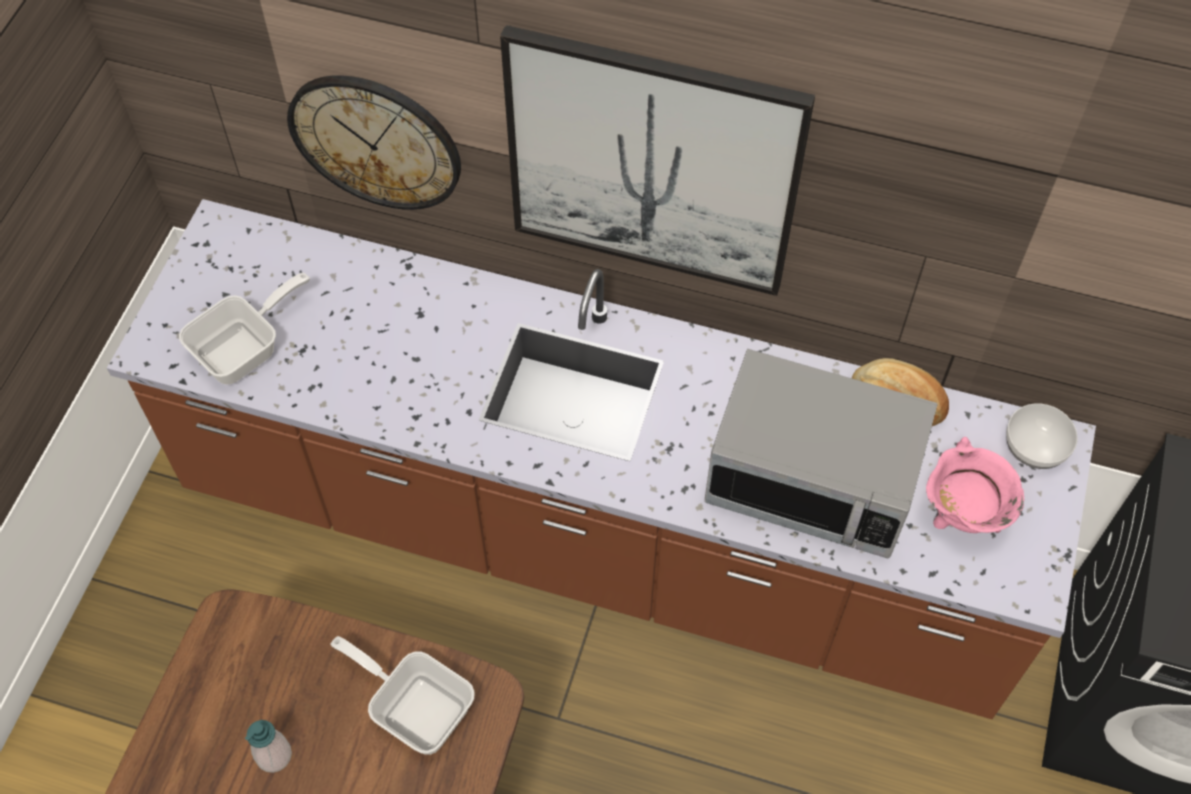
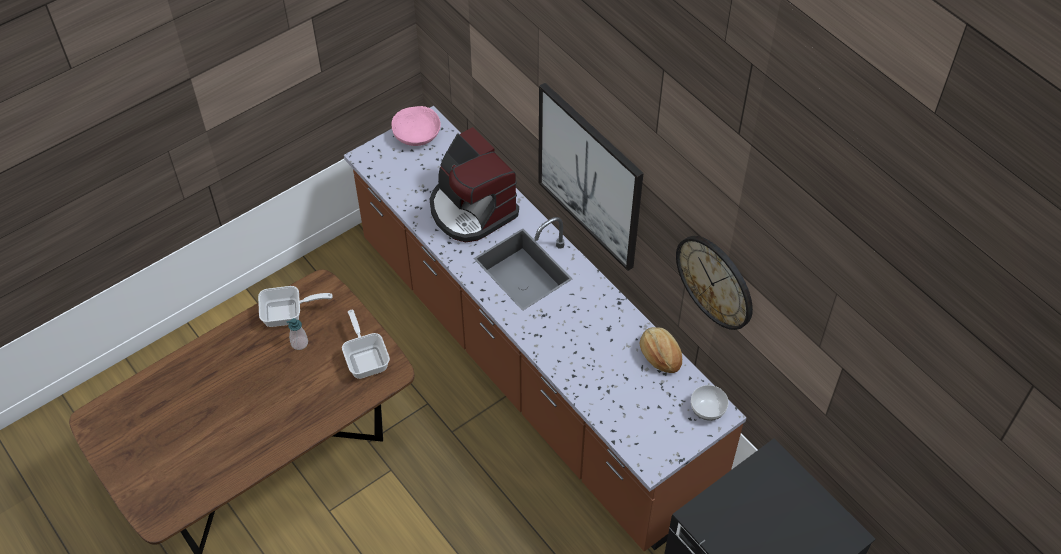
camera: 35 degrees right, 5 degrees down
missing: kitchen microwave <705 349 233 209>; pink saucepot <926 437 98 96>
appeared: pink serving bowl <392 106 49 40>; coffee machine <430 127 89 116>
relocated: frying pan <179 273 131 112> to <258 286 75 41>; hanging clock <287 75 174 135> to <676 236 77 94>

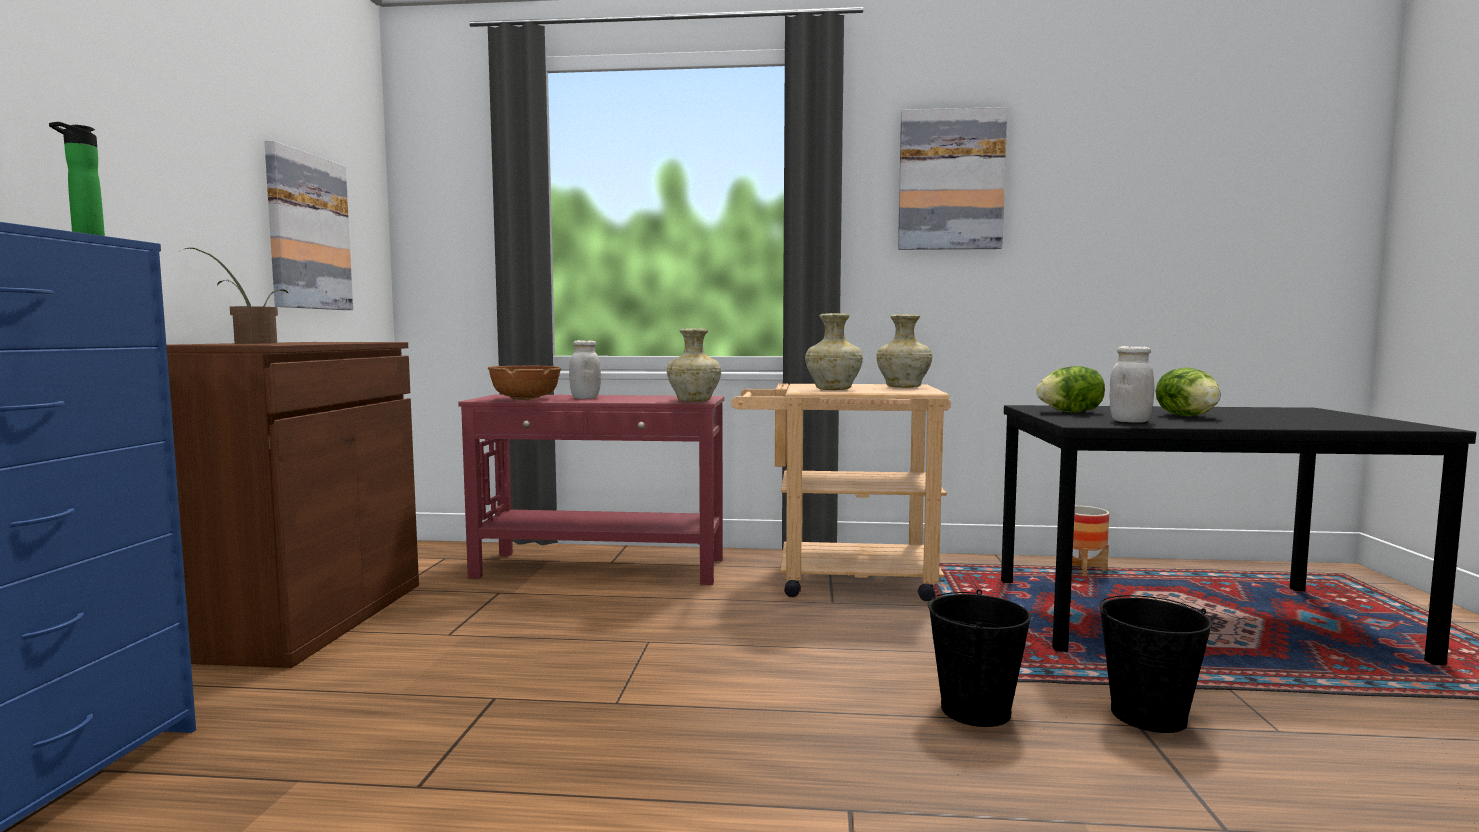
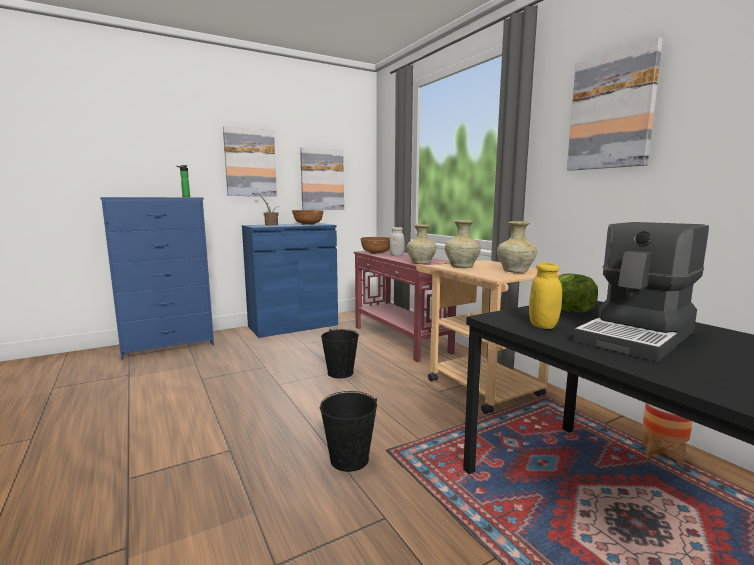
camera: 55 degrees right, 5 degrees up
appeared: picture <223 126 54 70>; brownish serving bowl <292 210 32 15>
relocated: blackish water bucket <1099 595 113 138> to <321 329 38 49>
exchanged: lettuce <1156 367 65 49> to coffee machine <573 222 136 140>
colour: brownish storage cabinet <166 342 253 326> to blue-coloured storage cabinet <242 223 96 115>; white jar <1109 346 45 77> to yellow jar <529 263 33 66>

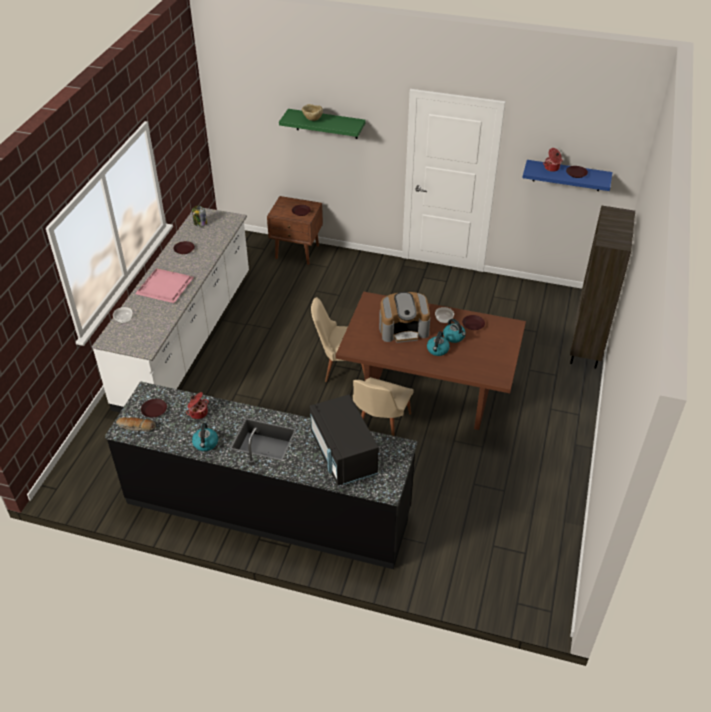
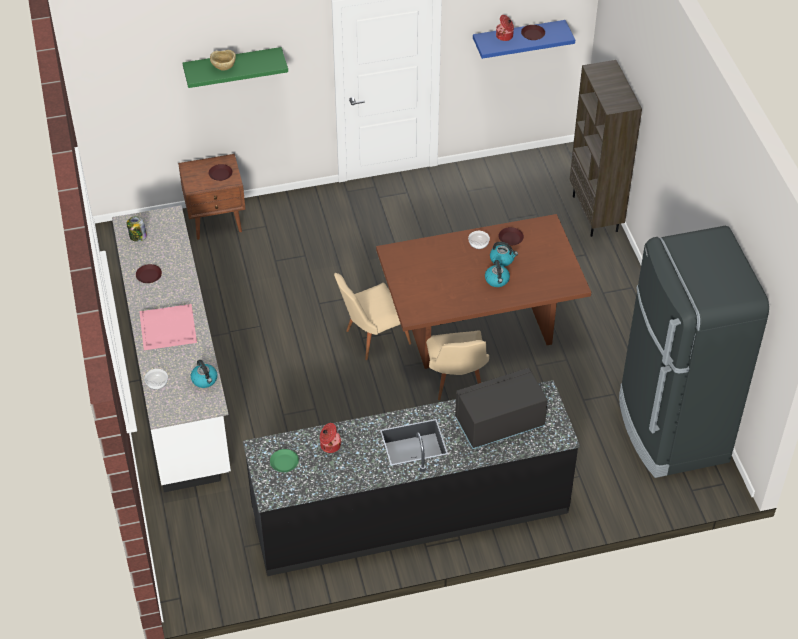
camera: 30 degrees left, 5 degrees up
missing: bread <116 417 40 14>; coffee machine <379 292 51 51>
appeared: blackish kitchen fridge <619 226 150 252>
relocated: tea kettle <192 423 26 28> to <191 360 27 28>
colour: brownish dinner plate <141 399 26 19> to green-coloured dinner plate <270 449 29 23>
spun: blackish kitchen microwave <310 394 68 91> = <455 368 93 81> 120 degrees clockwise

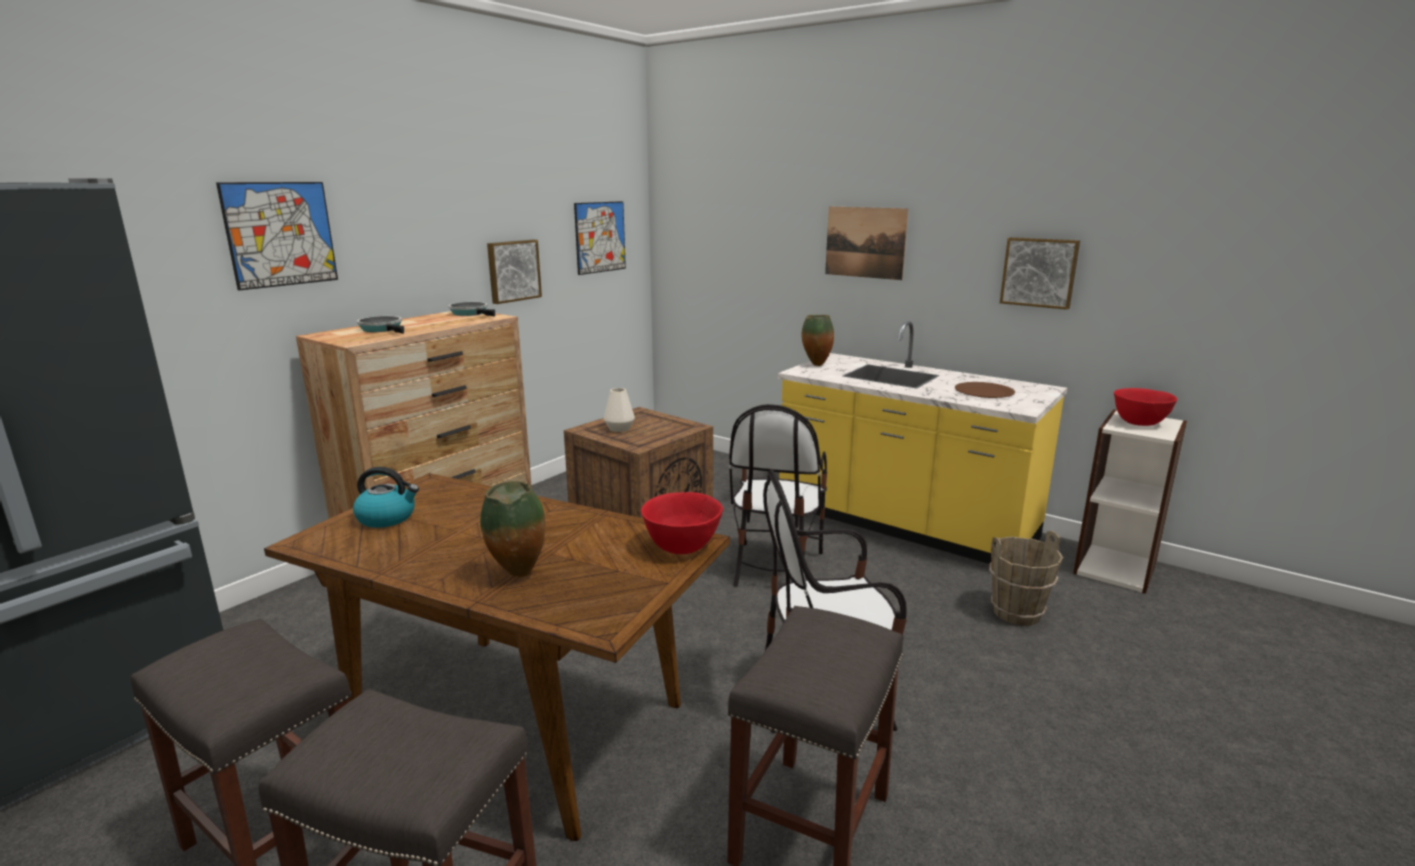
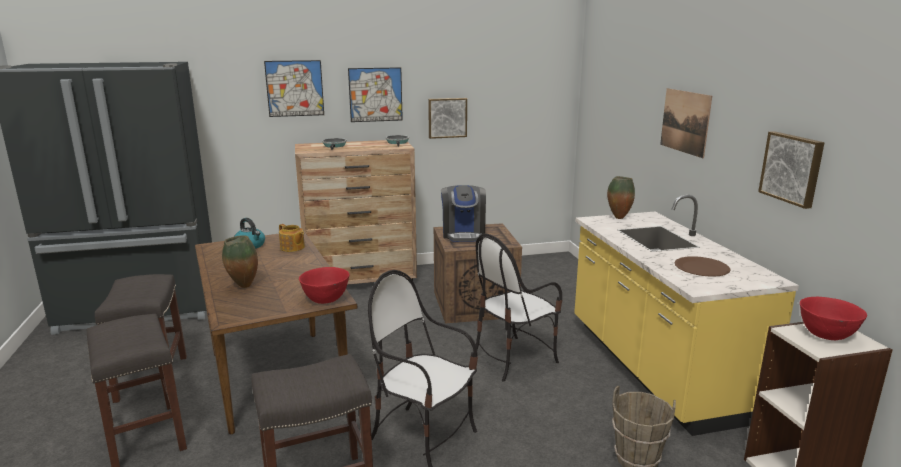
camera: 40 degrees right, 0 degrees up
appeared: tea pot <279 224 26 28>
relocated: picture <574 201 52 74> to <348 67 55 55>
exchanged: white flower vase <604 388 31 44> to coffee machine <441 185 45 57>

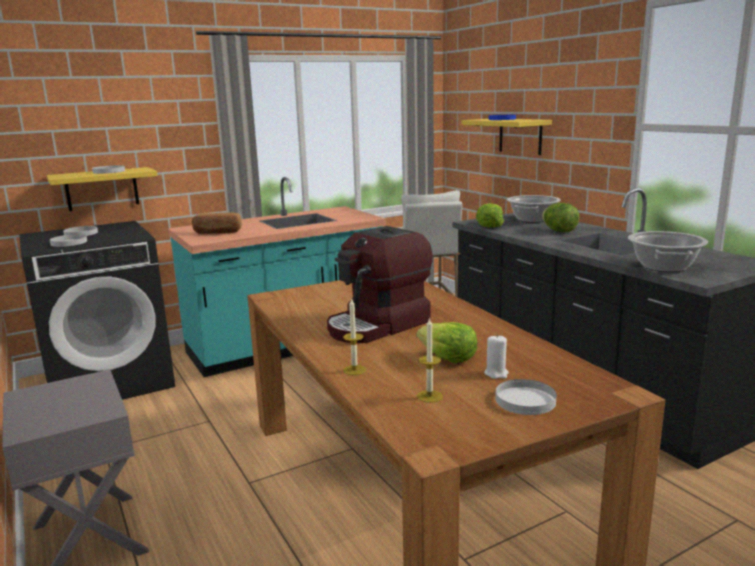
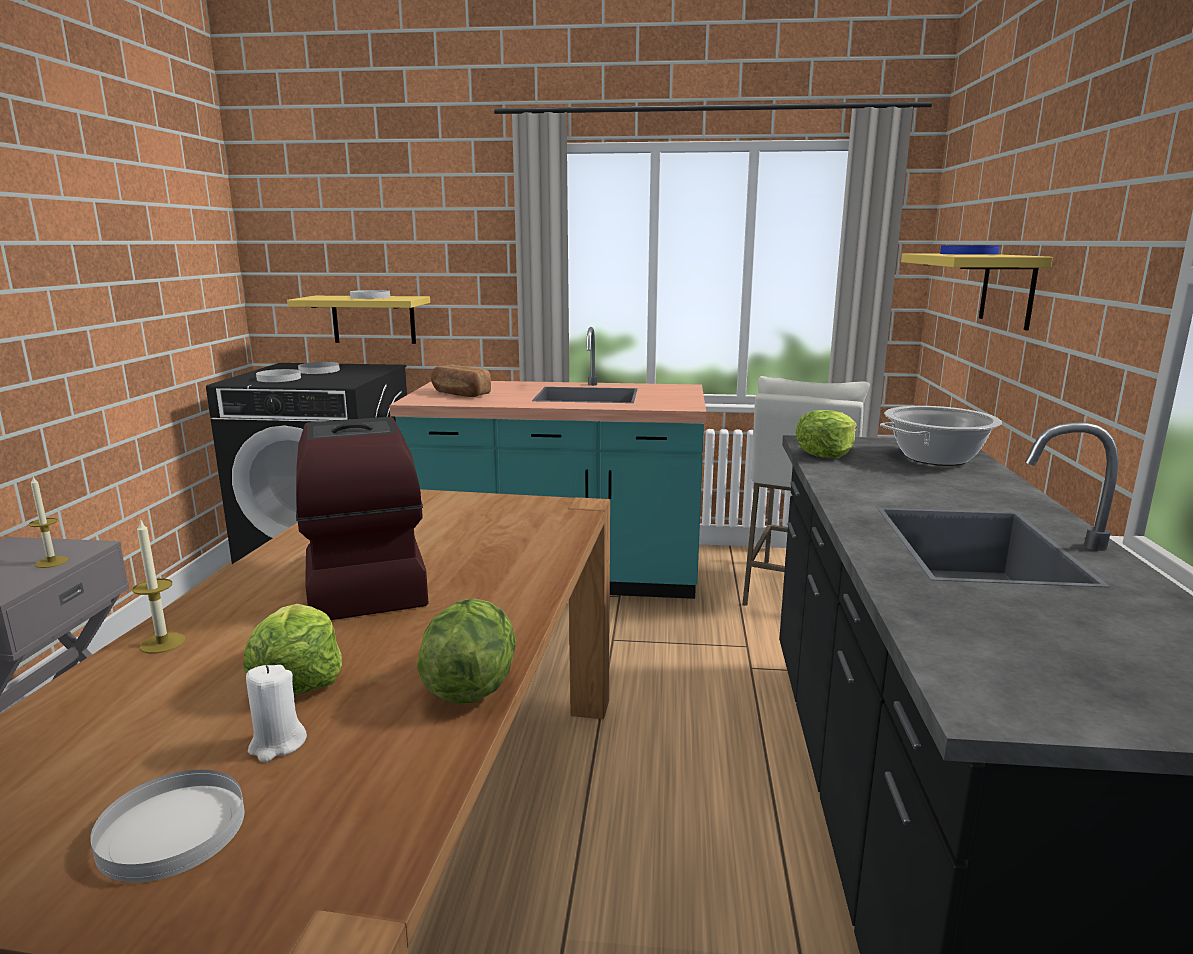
camera: 35 degrees right, 0 degrees up
missing: saucepot <628 231 80 41>
relocated: wax light <417 317 26 86> to <28 477 41 91>; lettuce <542 203 37 29> to <417 598 99 106>
spun: coffee machine <327 226 106 117> = <296 417 133 203> 75 degrees clockwise

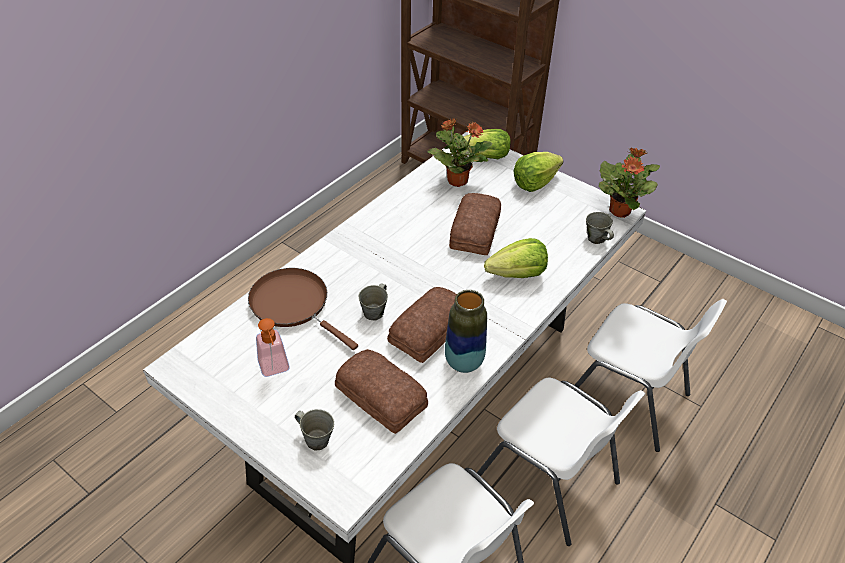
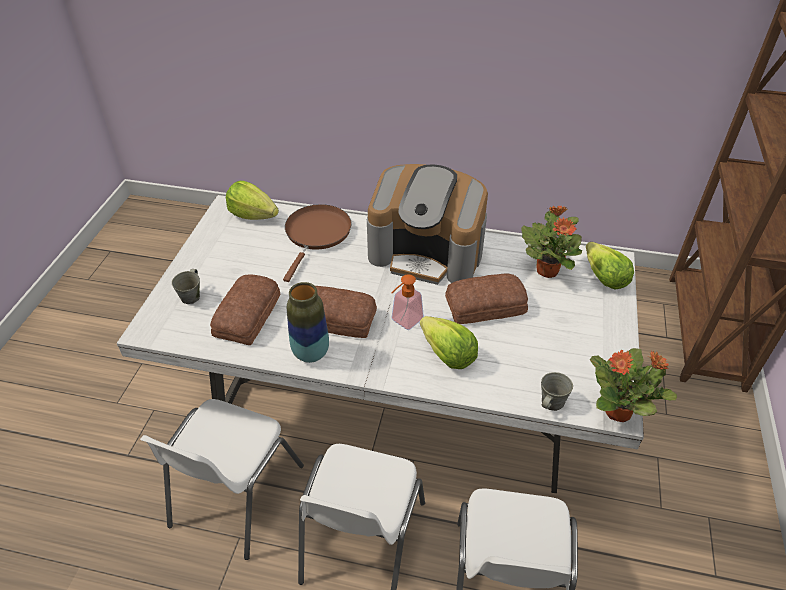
camera: 65 degrees right, 0 degrees up
missing: greyish coffee mug <359 283 29 38>
appeared: coffee machine <367 164 121 121>
relocated: soap bottle <256 318 34 59> to <391 274 33 56>; lettuce <514 152 49 40> to <226 181 53 39>

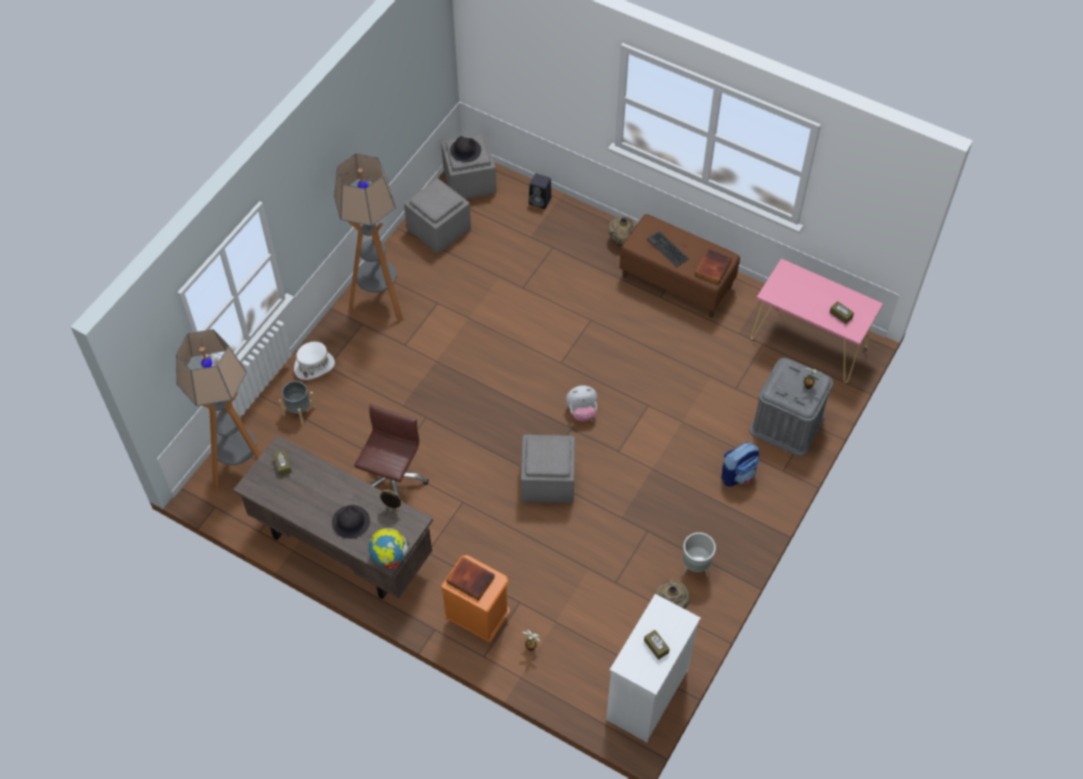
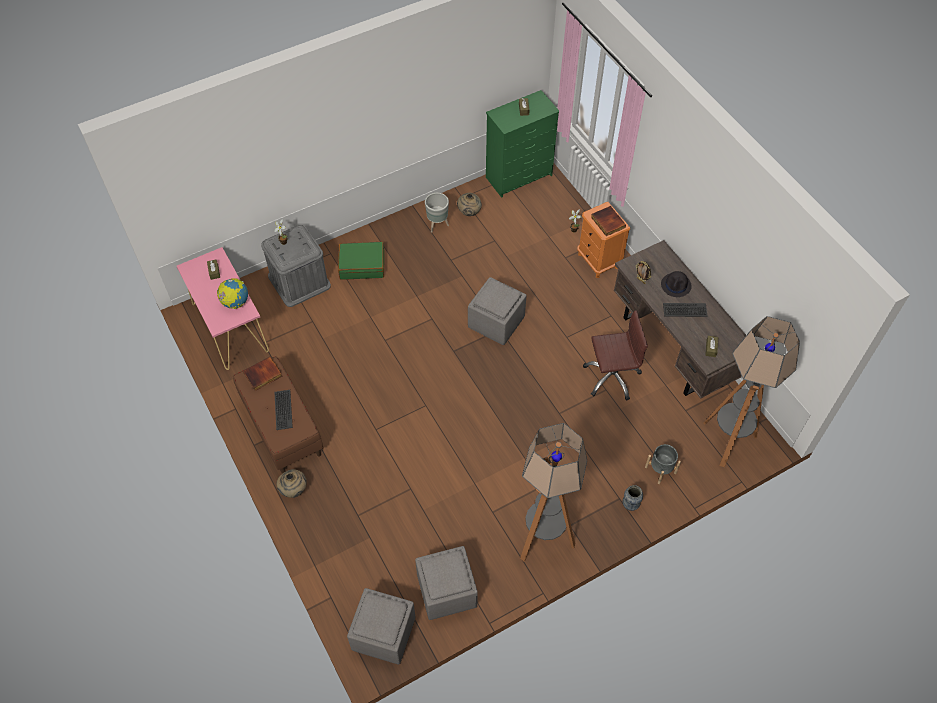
camera: 150 degrees left, 0 degrees up
missing: blackish wearable hat <450 136 31 26>; blackish loudspeaker <529 173 22 36>; plush toy <566 385 31 36>
appeared: computer keyboard <663 303 45 14>
relocated: globe <369 528 40 40> to <217 278 31 31>
exchanged: white wearable hat <294 342 41 38> to flower vase <623 485 20 26>; knapsack <721 442 38 45> to green-coloured travel case <338 242 46 38>
colour: white chest of drawers <606 594 95 148> to green-coloured chest of drawers <486 90 73 108>
spun: brownish computer chair <354 404 74 93> = <583 310 65 91> 150 degrees counterclockwise

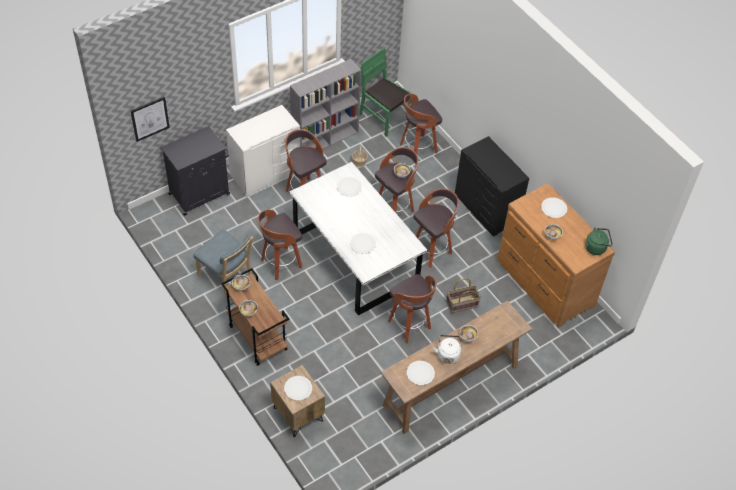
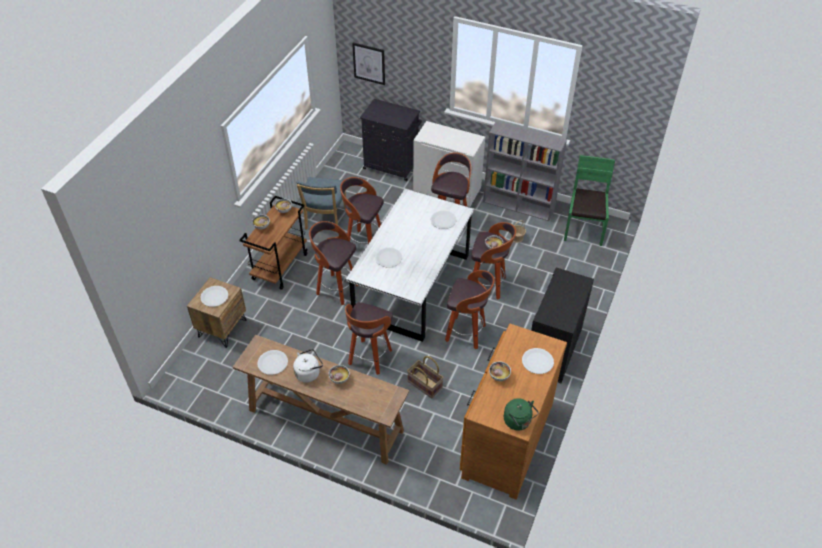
camera: 60 degrees right, 5 degrees down
relocated: stool seat <400 94 42 68> to <309 221 50 84>

